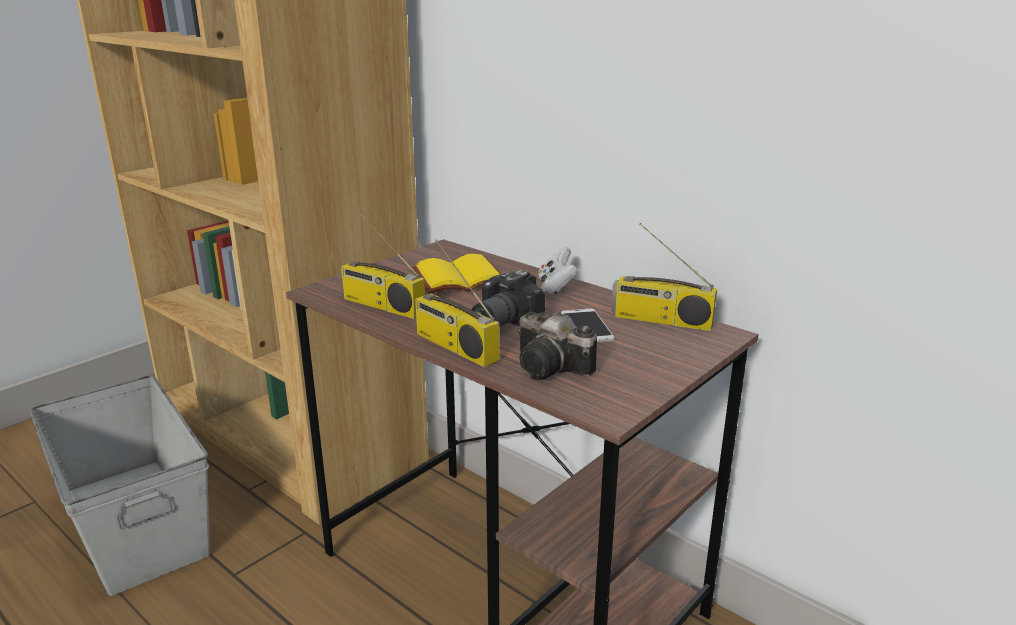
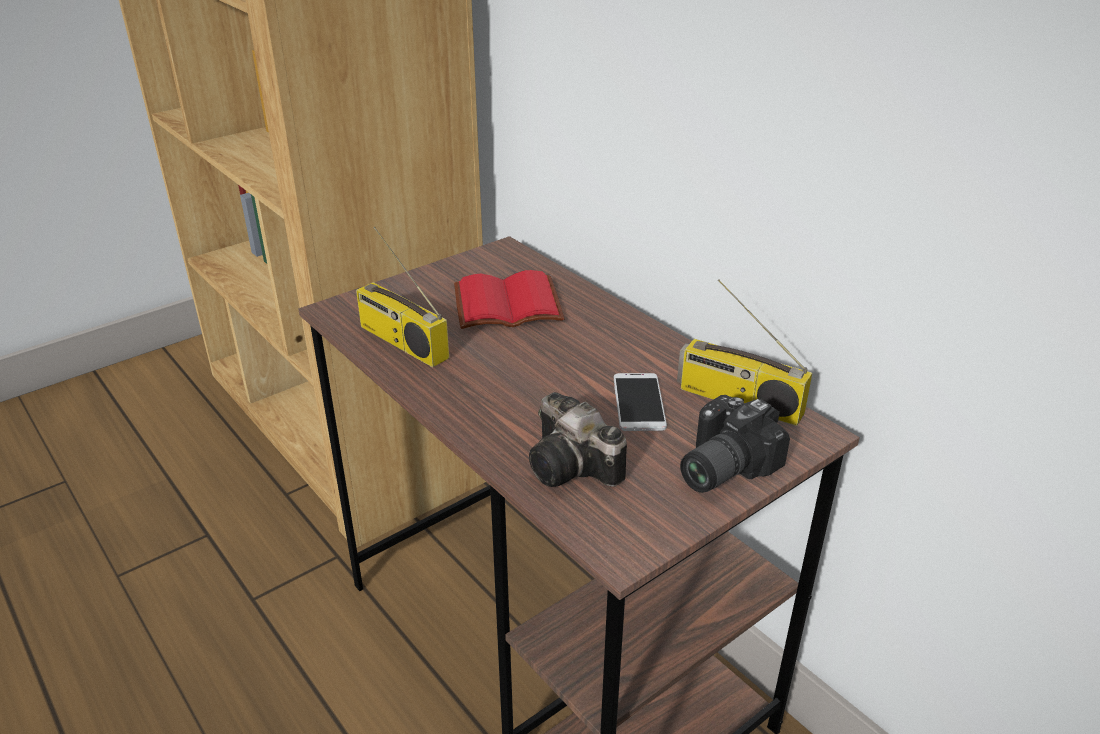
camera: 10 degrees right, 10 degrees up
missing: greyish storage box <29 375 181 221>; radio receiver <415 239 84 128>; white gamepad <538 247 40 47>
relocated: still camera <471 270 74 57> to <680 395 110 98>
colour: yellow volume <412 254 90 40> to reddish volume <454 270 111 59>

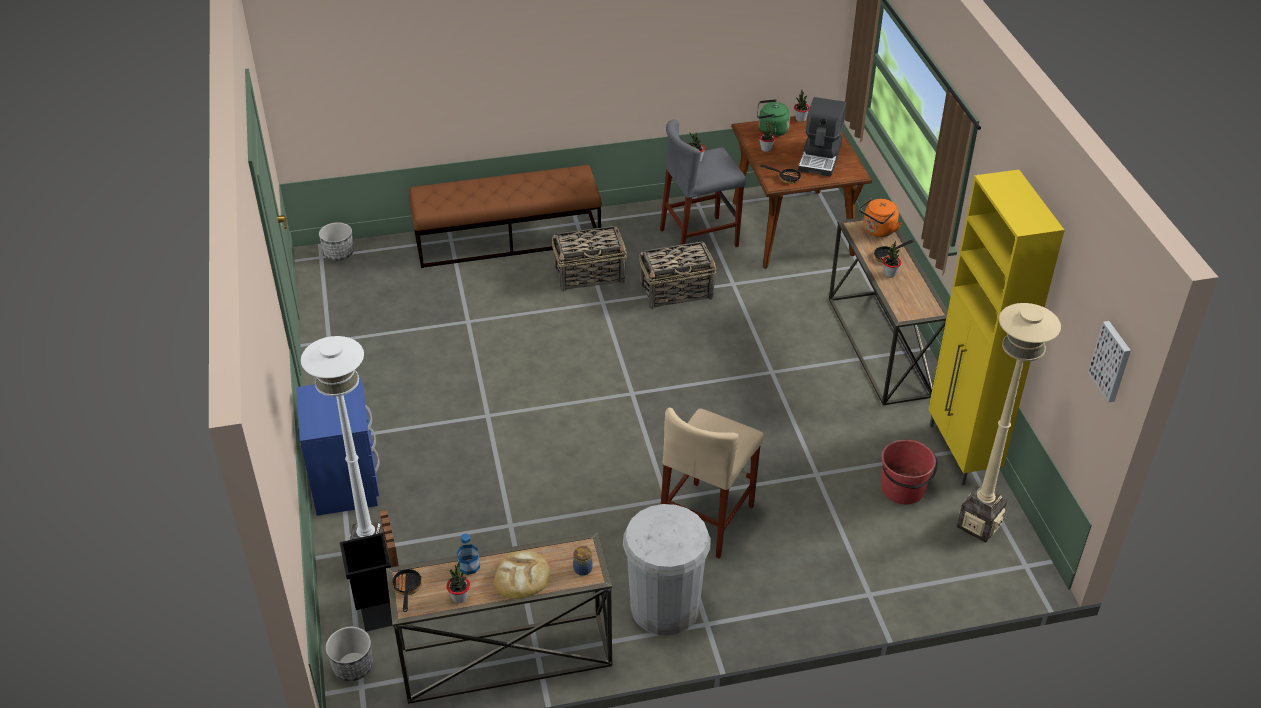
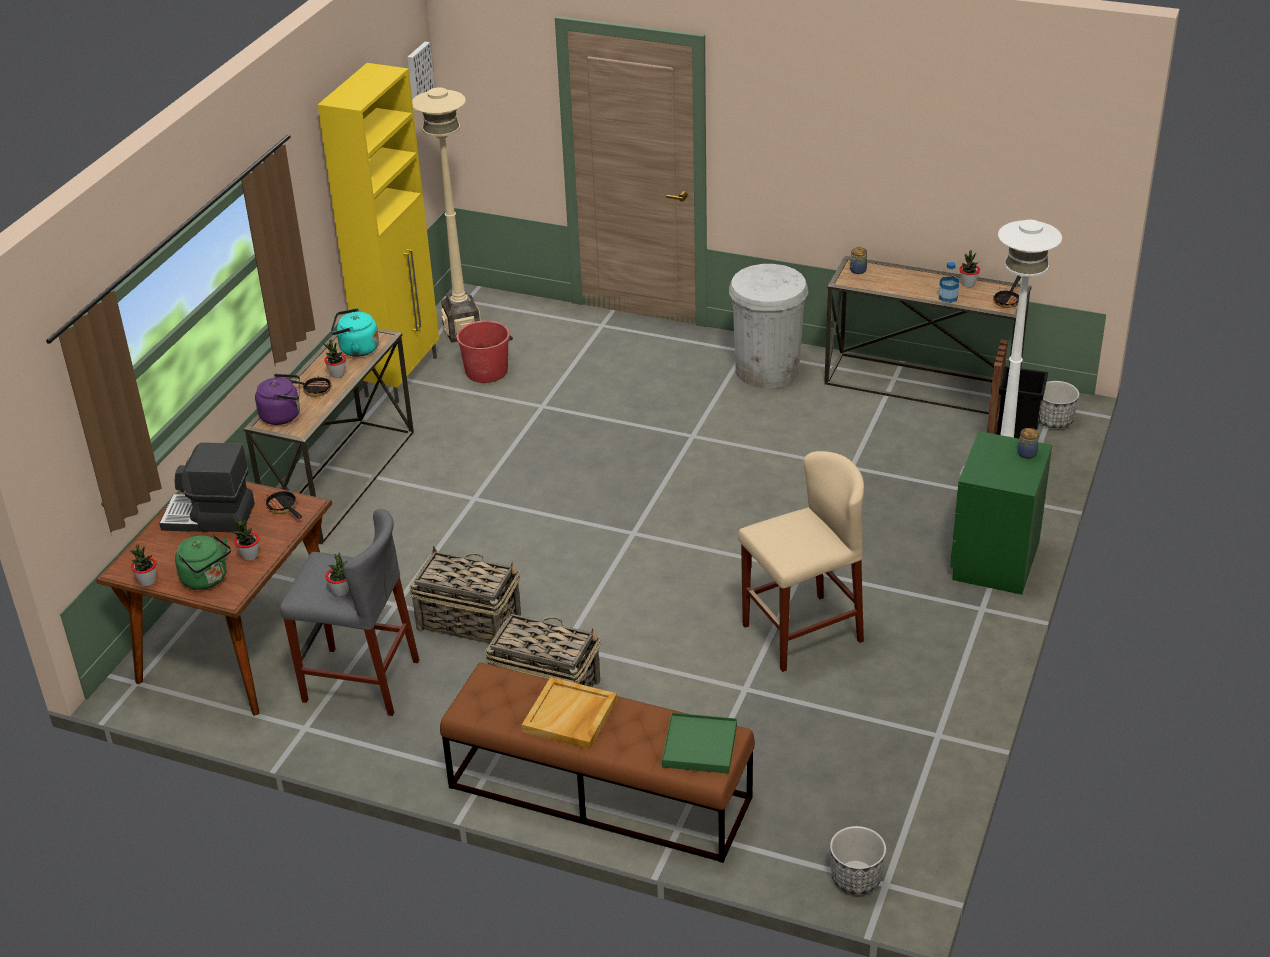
camera: 145 degrees left, 5 degrees down
missing: bread <494 550 56 49>
appeared: turquoise-coloured tea kettle <331 308 48 49>; beige tray <522 677 95 73>; green-coloured tray <662 713 75 61>; jar <1018 428 21 31>
relocated: beige stool seat <661 408 103 151> to <738 451 126 221>
colour: blue-coloured bedside table <296 378 84 138> to green-coloured bedside table <950 431 102 164>; orange tea kettle <859 198 42 39> to purplish tea kettle <255 374 45 51>
spun: coffee machine <798 97 48 80> = <159 442 96 90> 135 degrees counterclockwise

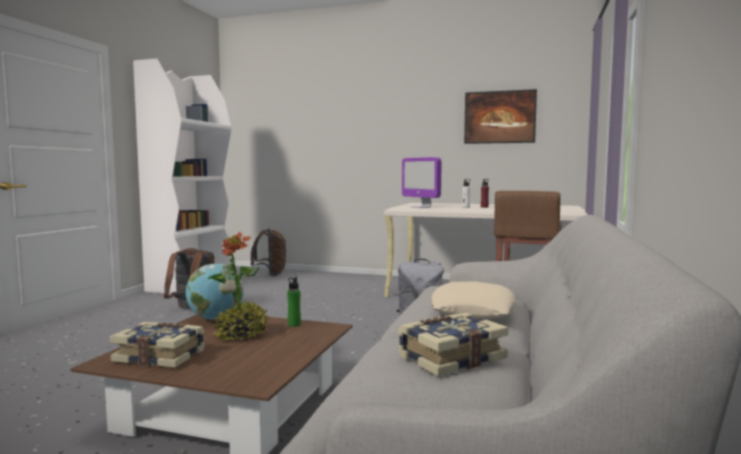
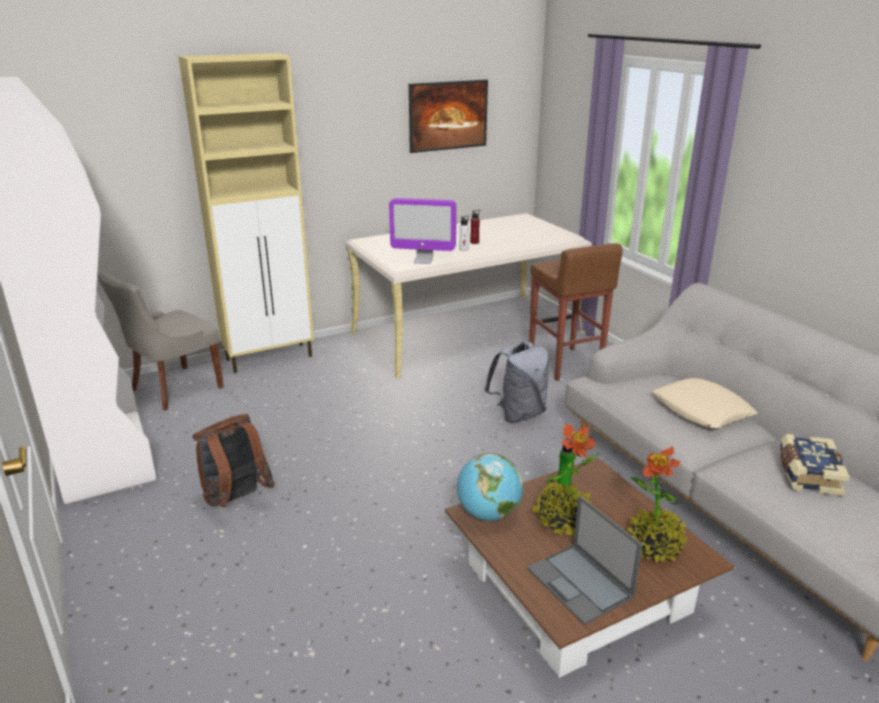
camera: 45 degrees left, 20 degrees up
appeared: beige storage cabinet <178 53 136 320>; plant in a pot <626 446 62 117>
exchanged: volume <110 322 95 46> to notebook computer <527 496 116 129>; brownish knapsack <250 229 36 47> to greyish plain chair <97 273 127 137>

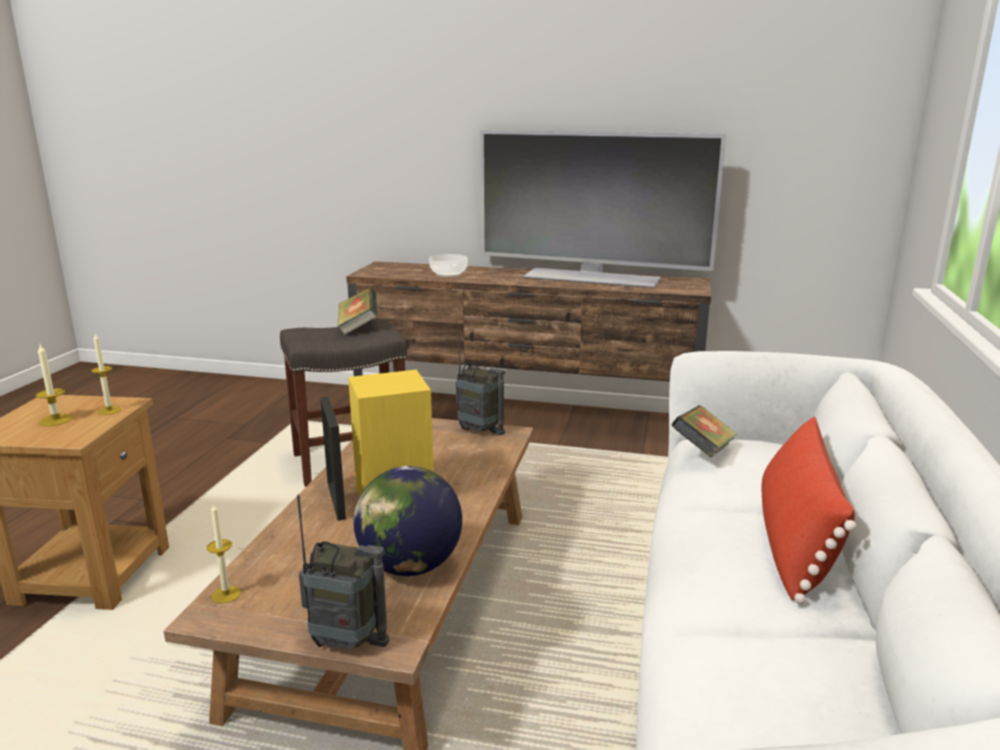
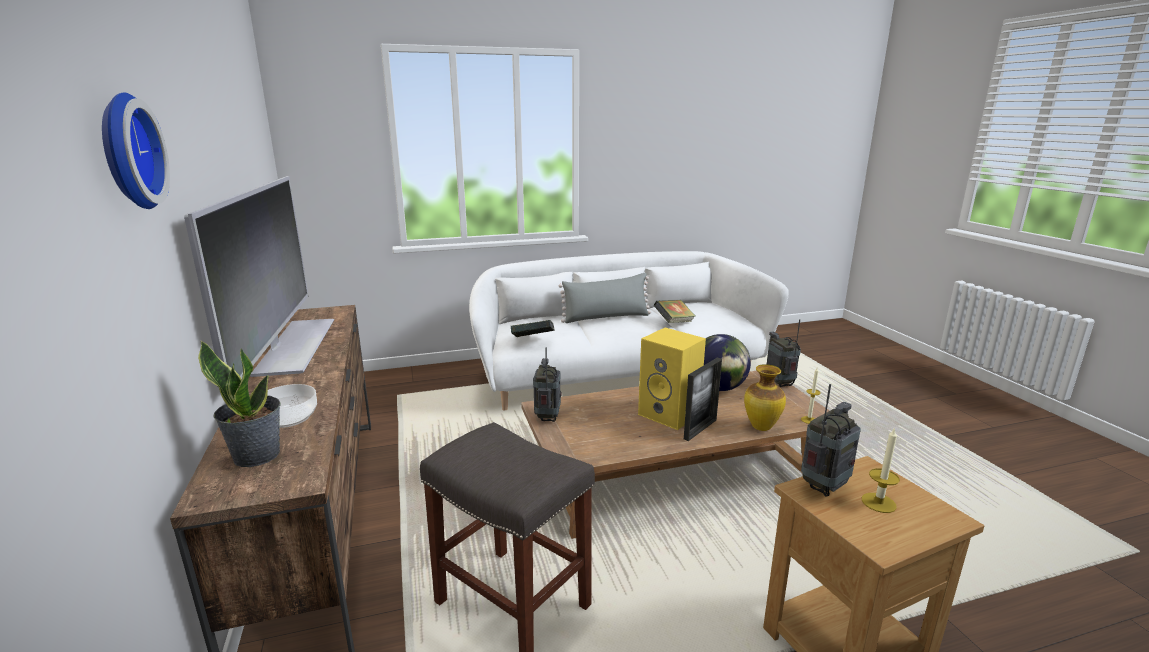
camera: 120 degrees left, 0 degrees up
appeared: hanging clock <102 92 68 117>; plant in a pot <198 341 82 126>; flower vase <744 364 42 67>
relocated: volume <337 287 40 48> to <654 300 42 23>
exchanged: wax light <91 334 30 81> to radio receiver <801 384 60 113>
colour: reddish pillow <762 417 95 187> to greyish pillow <558 273 93 50>

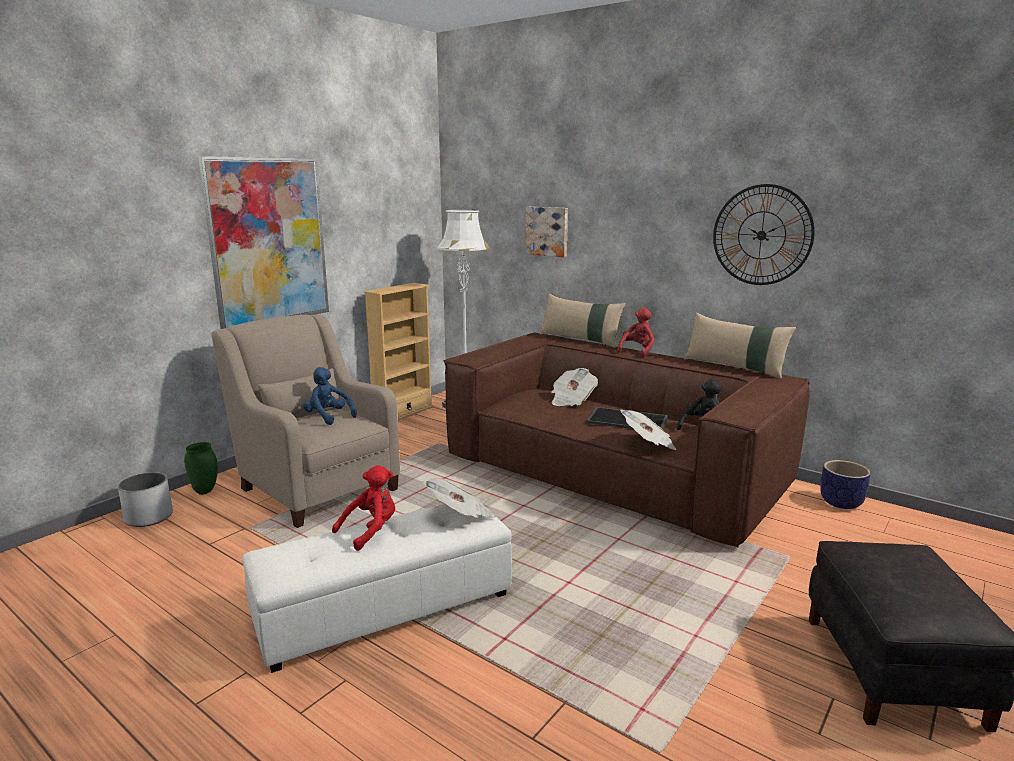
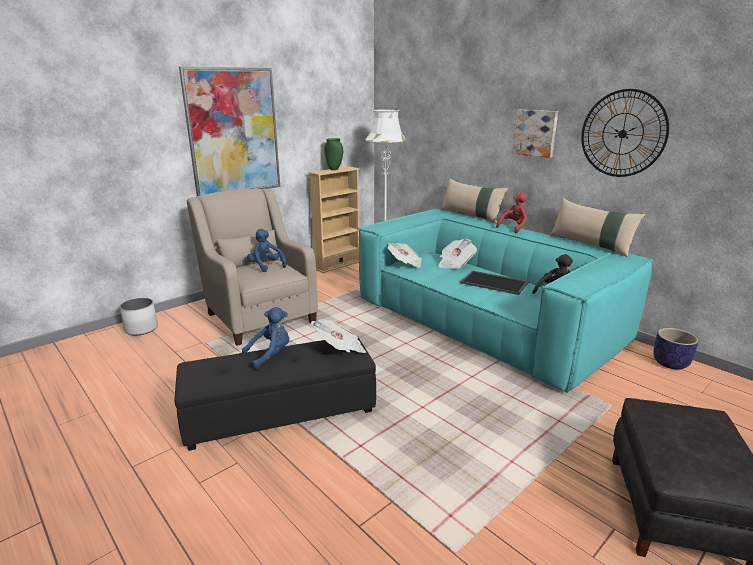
camera: 10 degrees right, 5 degrees up
relocated: green-coloured flower vase <184 442 34 53> to <324 138 19 32>; picture <525 207 43 50> to <512 110 46 48>; newspaper <621 410 55 40> to <387 243 35 25>
colour: white ottoman <242 504 270 169> to blackish ottoman <174 336 202 115>; reddish plush toy <332 465 63 86> to blue-coloured plush toy <242 307 47 62>; brownish couch <443 333 367 214> to turquoise-coloured couch <358 209 295 184>

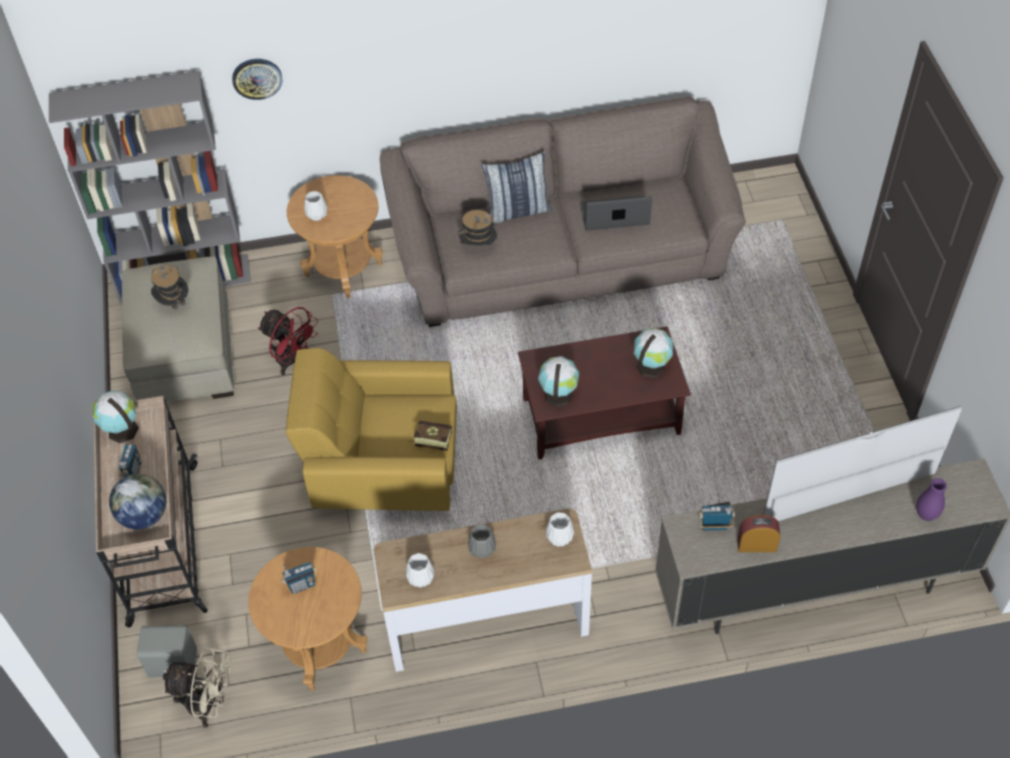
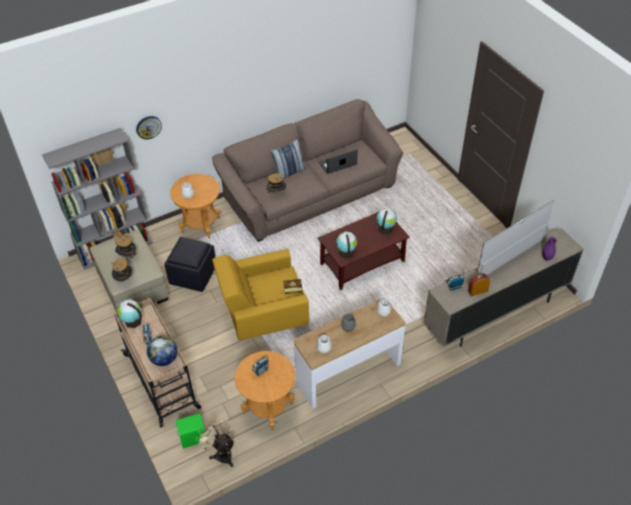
camera: 20 degrees left, 5 degrees down
appeared: wearable hat <111 258 21 24>
exchanged: reddish fan <258 307 60 68> to blackish ottoman <164 237 52 55>
colour: greyish loudspeaker <137 626 60 51> to green-coloured loudspeaker <175 413 32 35>
spun: beige fan <163 647 67 81> = <196 415 39 52> 120 degrees counterclockwise

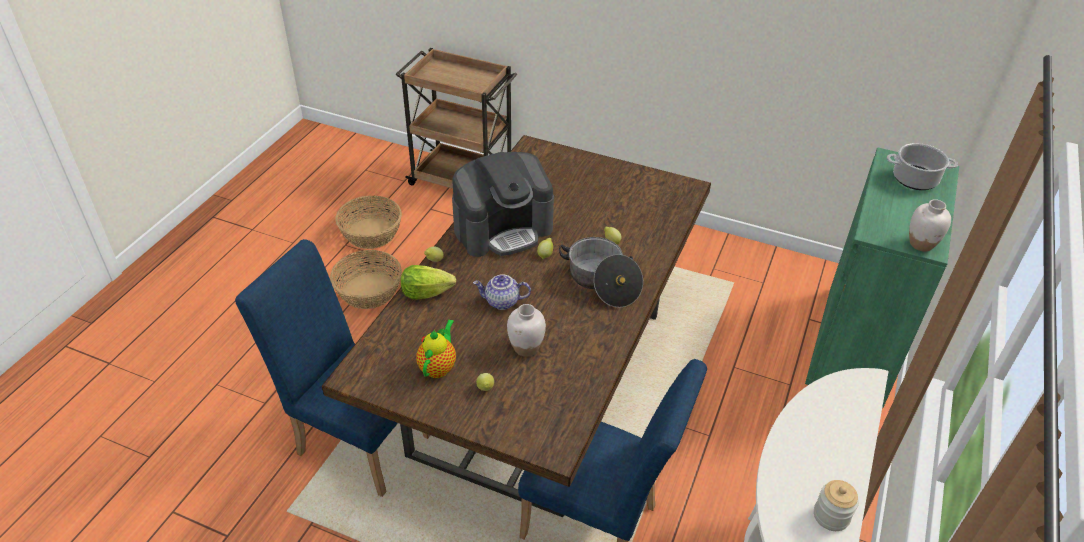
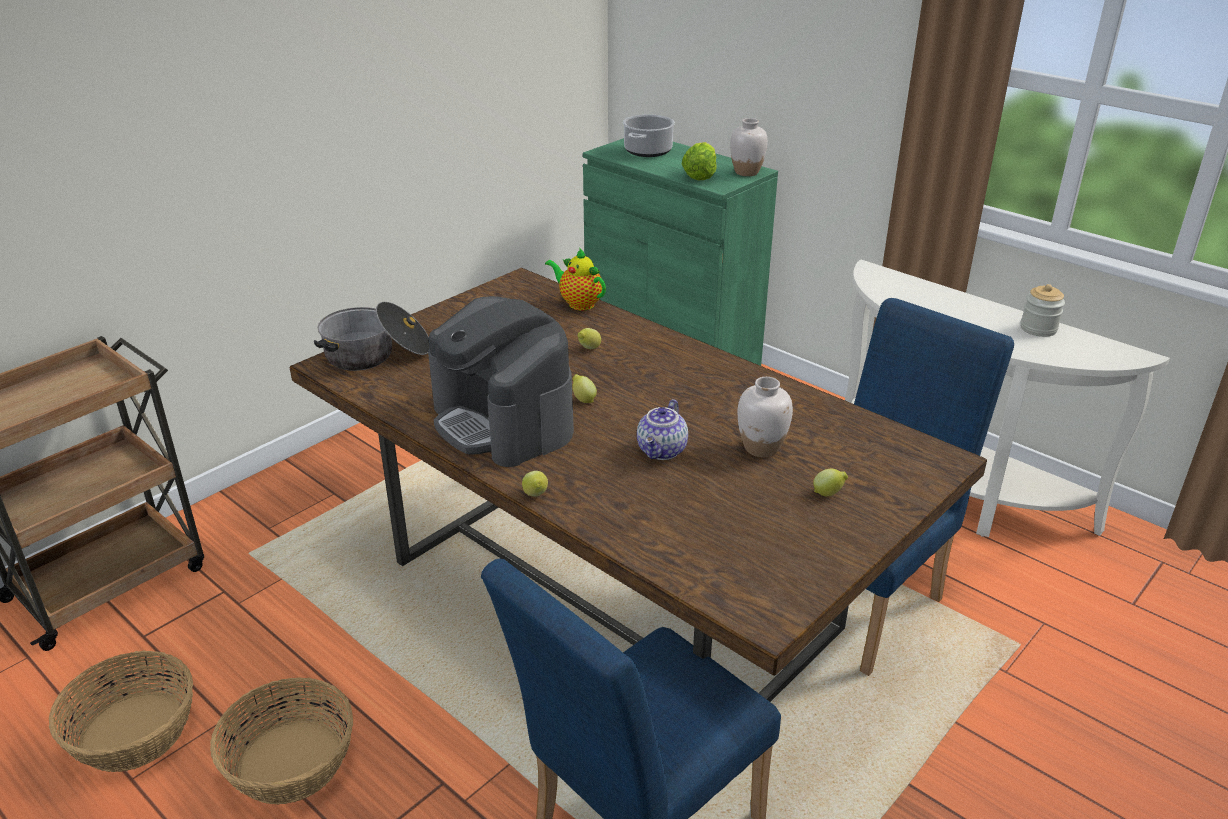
camera: 70 degrees left, 10 degrees down
relocated: lettuce <401 265 55 34> to <682 142 35 39>; tea pot <416 319 40 59> to <545 247 61 64>; saucepot <559 237 84 70> to <314 302 115 69>
spun: coffee machine <452 152 102 105> = <428 296 146 171> 150 degrees clockwise

